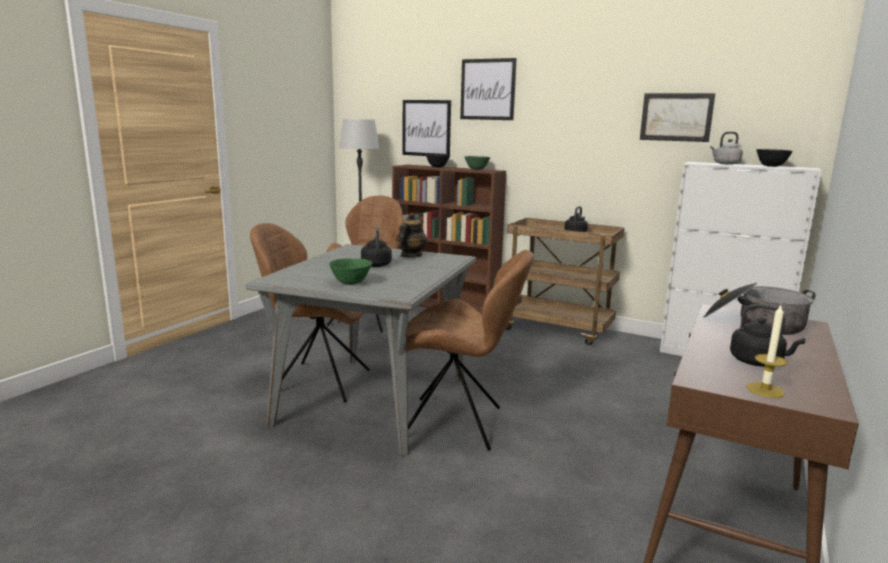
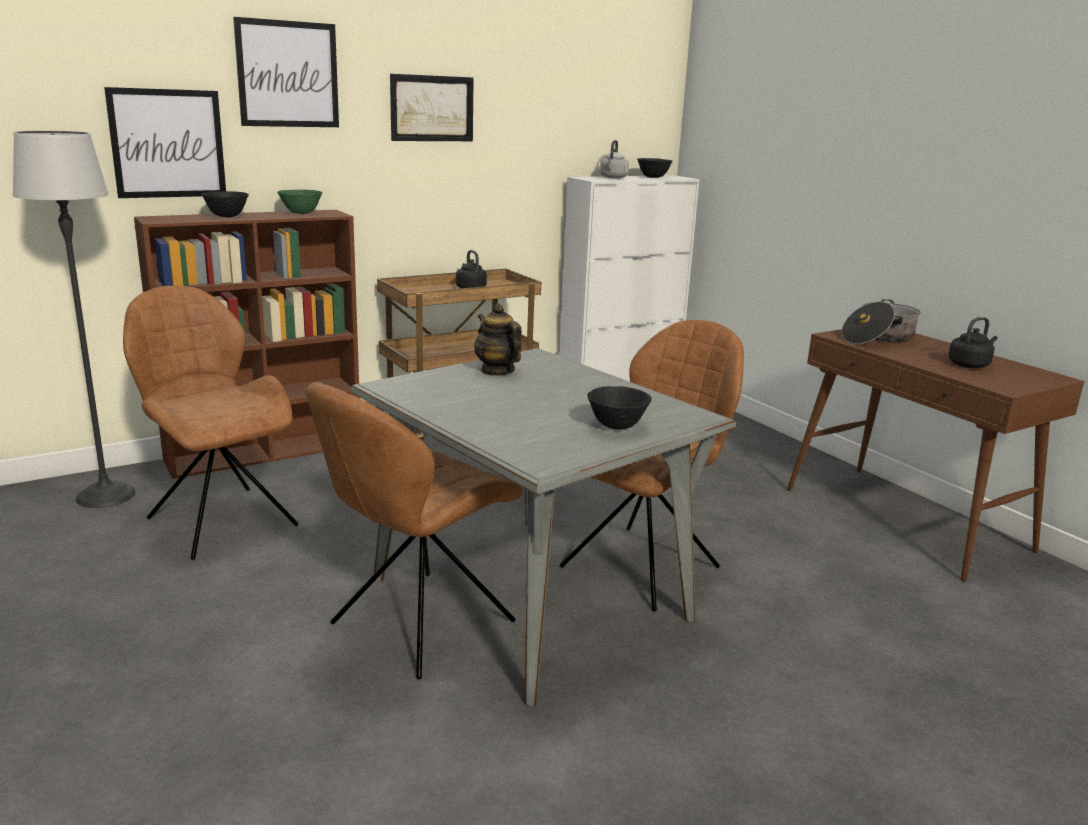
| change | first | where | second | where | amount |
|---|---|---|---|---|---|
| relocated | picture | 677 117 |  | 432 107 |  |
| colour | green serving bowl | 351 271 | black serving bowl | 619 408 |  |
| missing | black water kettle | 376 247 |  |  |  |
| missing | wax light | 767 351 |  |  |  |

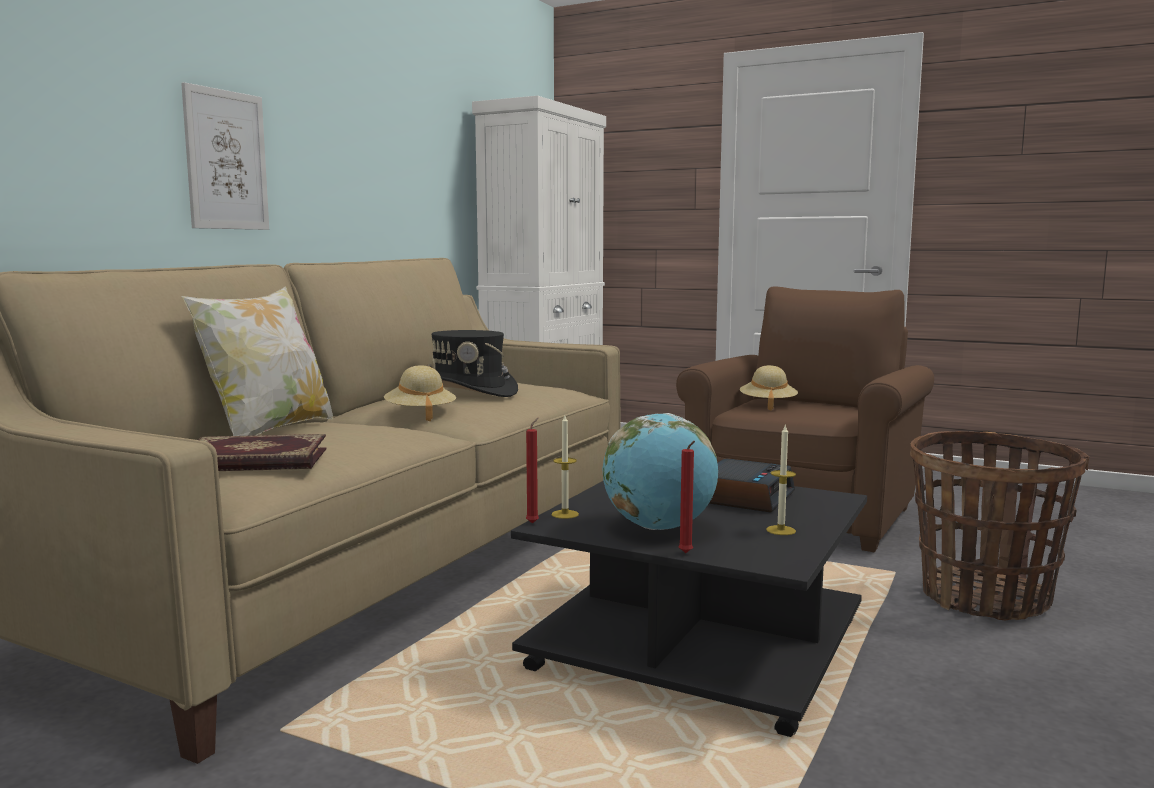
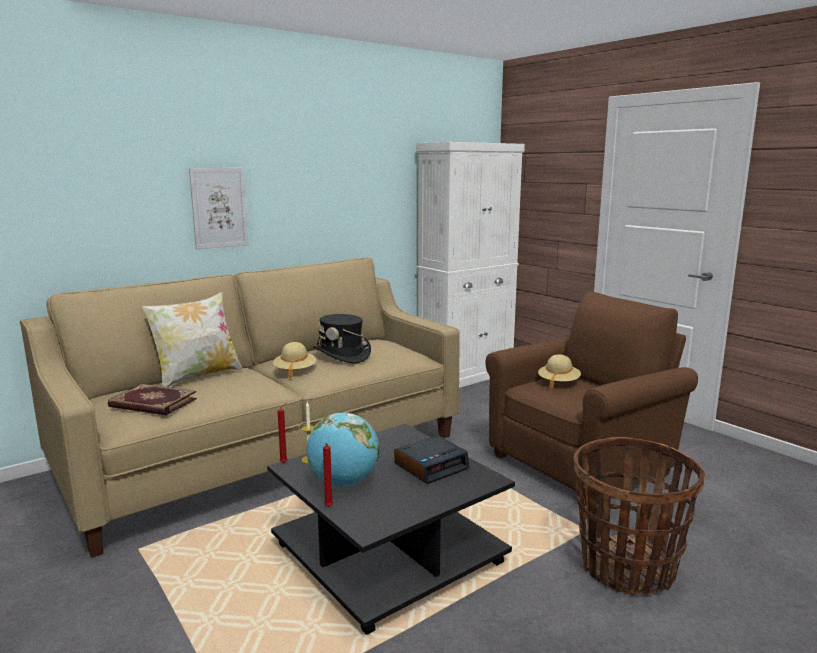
| change | first | where | second | where | amount |
|---|---|---|---|---|---|
| missing | wax light | 781 480 |  |  |  |

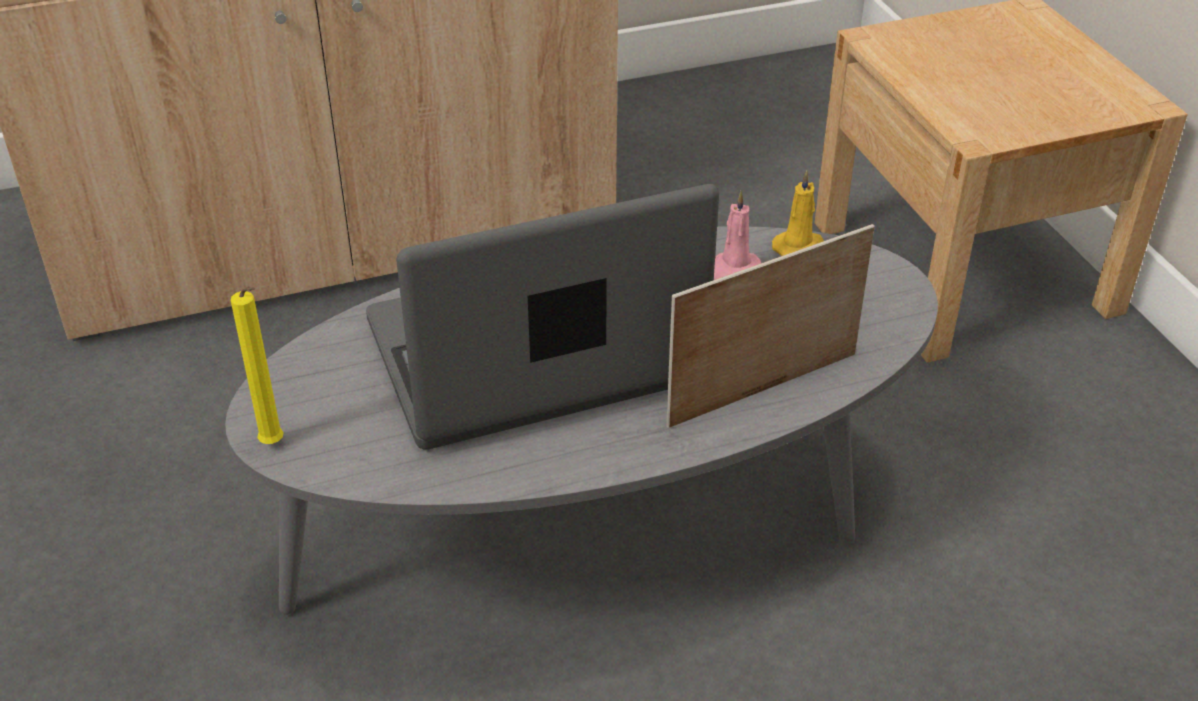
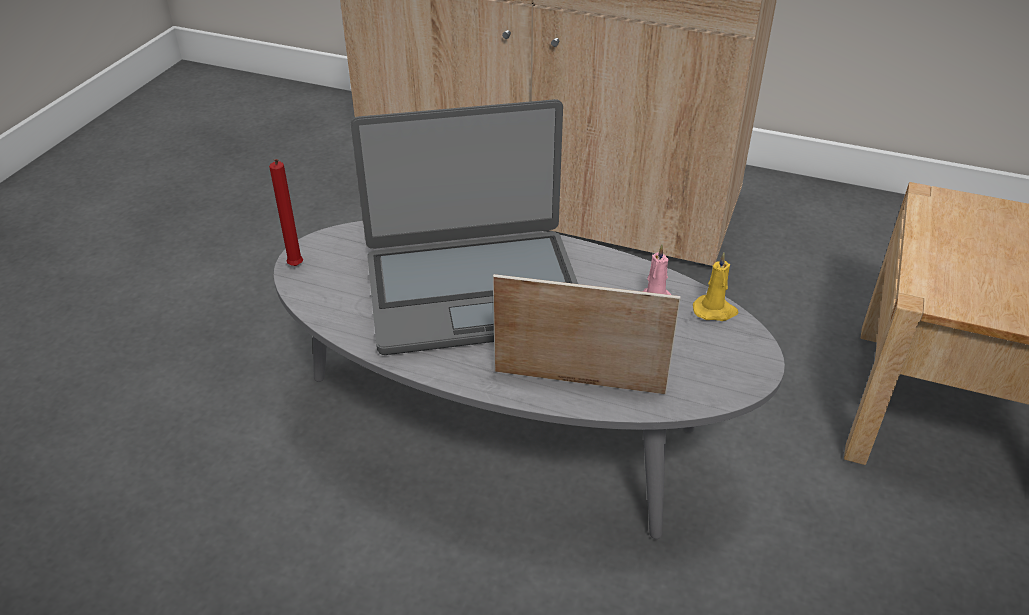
| change | first | where | second | where | amount |
|---|---|---|---|---|---|
| colour | yellow-coloured wax light | 257 365 | red-coloured wax light | 286 212 |  |
| spun | laptop | 542 317 |  | 464 227 | 150 degrees clockwise |

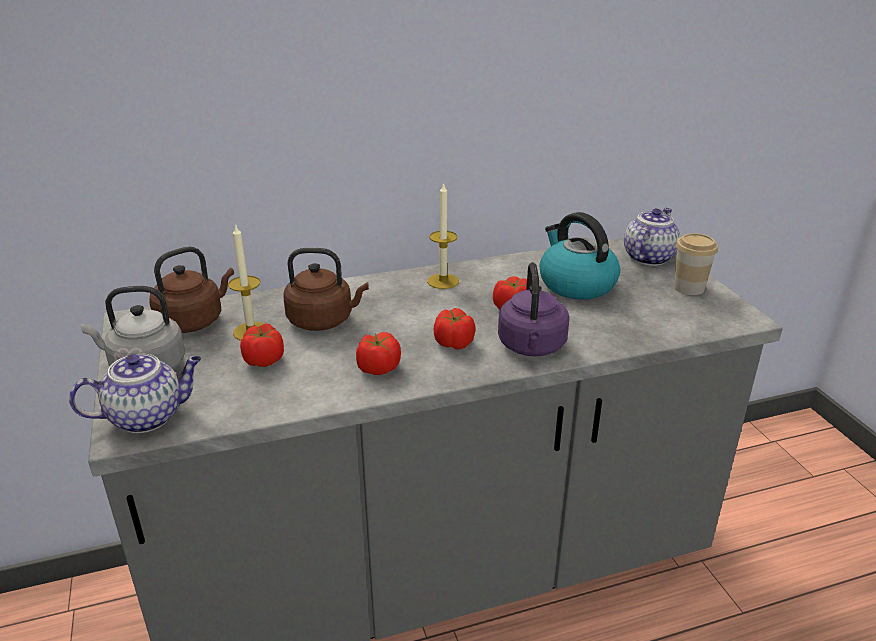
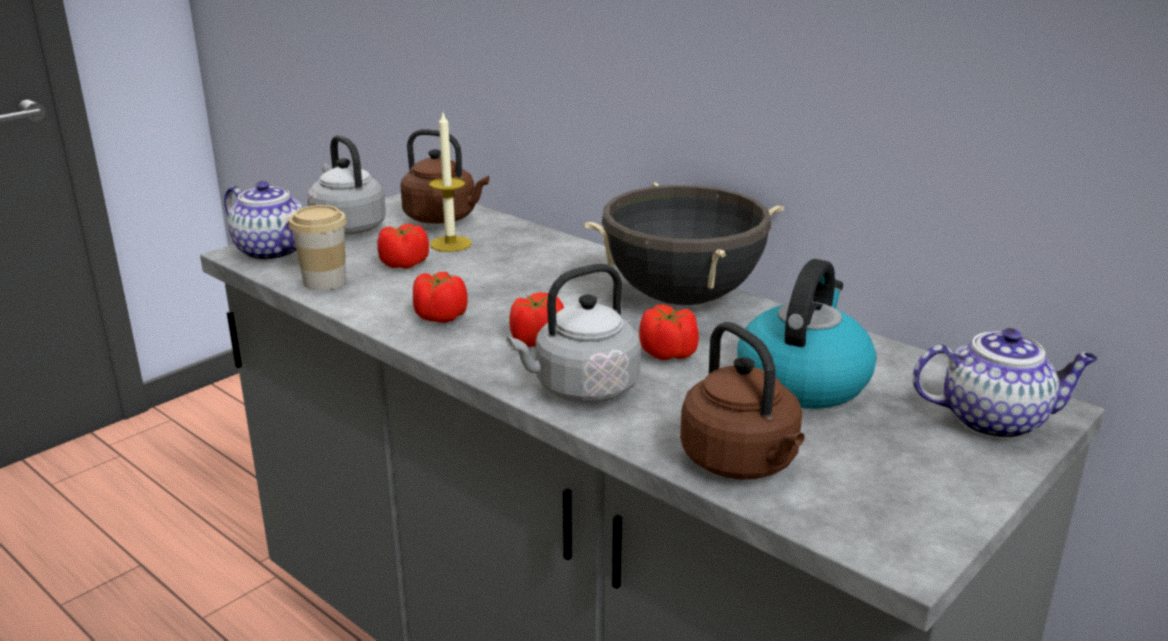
| change | first | where | second | where | amount |
|---|---|---|---|---|---|
| relocated | cup | 696 264 |  | 318 247 |  |
| colour | purplish water kettle | 533 309 | gray water kettle | 573 333 |  |
| exchanged | wax light | 443 235 | black stockpot | 684 243 |  |
| relocated | brownish water kettle | 326 289 |  | 742 401 |  |

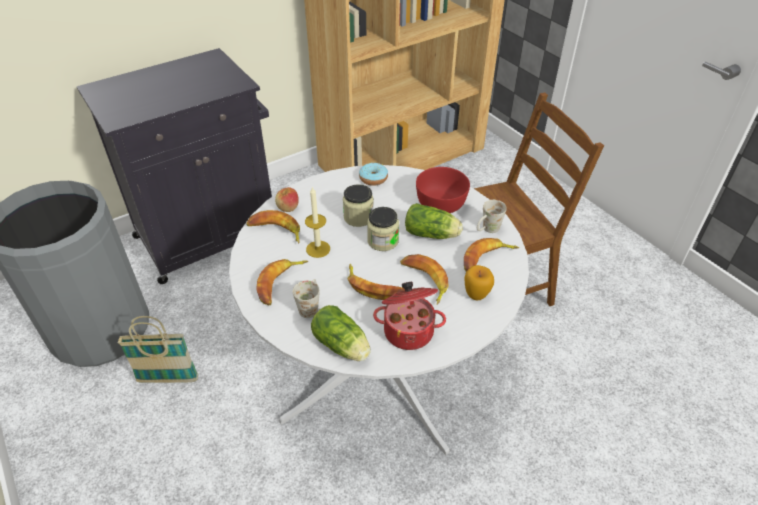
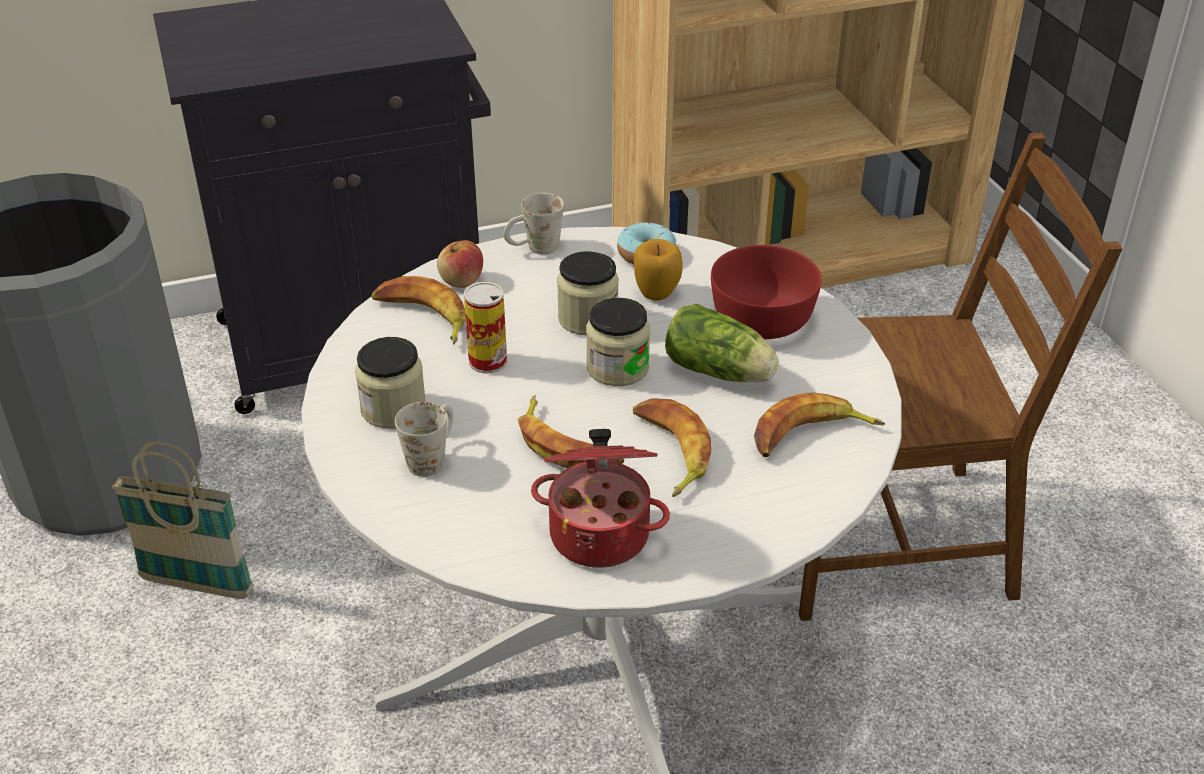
| change | first | where | second | where | amount |
|---|---|---|---|---|---|
| exchanged | banana fruit | 282 282 | storage jar | 390 383 |  |
| exchanged | wax light | 317 222 | metal can | 485 328 |  |
| relocated | white coffee mug | 492 216 |  | 534 224 |  |
| relocated | apple | 479 283 |  | 658 270 |  |
| missing | lettuce head | 341 333 |  |  |  |

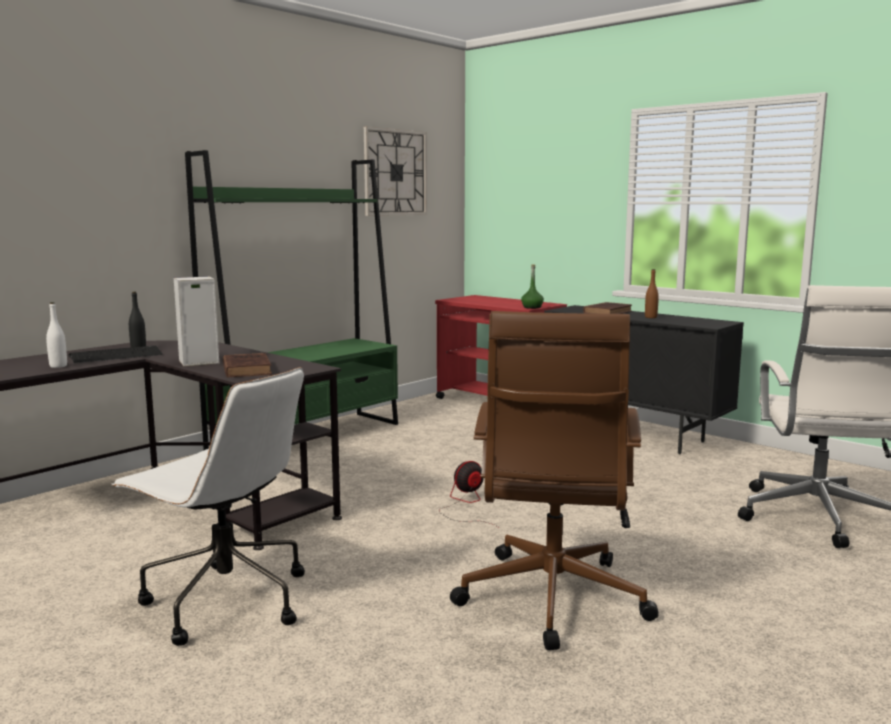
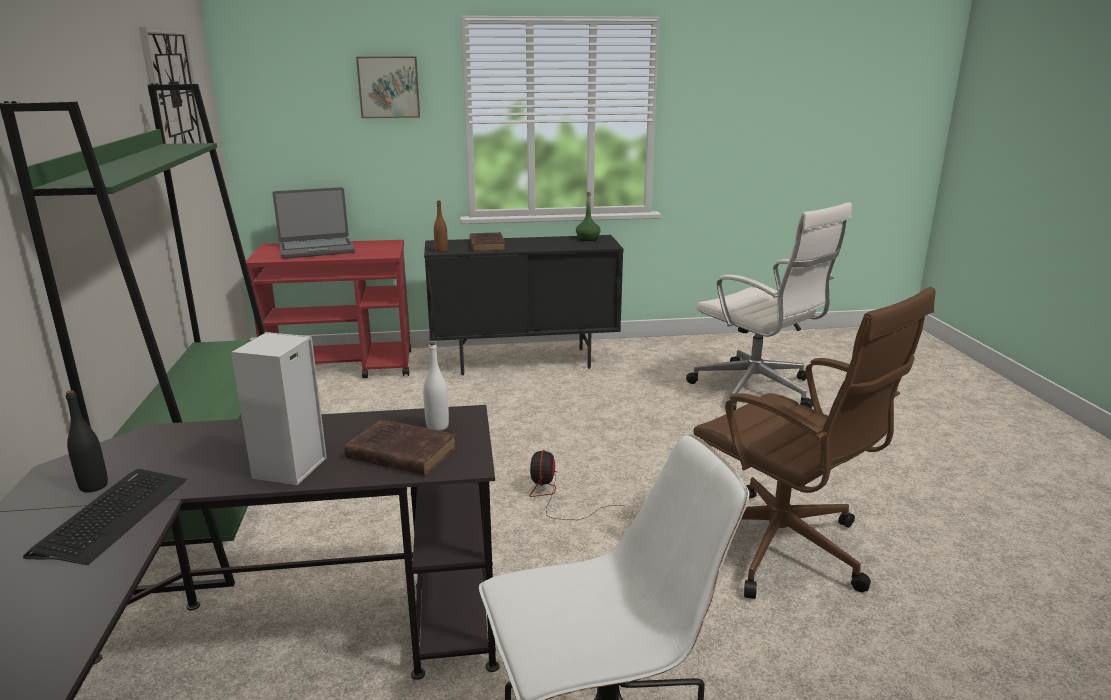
| change | first | where | second | where | amount |
|---|---|---|---|---|---|
| appeared |  |  | laptop | 314 223 |  |
| appeared |  |  | picture | 388 87 |  |
| relocated | white beverage bottle | 56 335 |  | 436 386 |  |
| relocated | brownish beverage bottle | 652 293 |  | 441 226 |  |
| relocated | green beverage bottle | 532 286 |  | 588 216 |  |

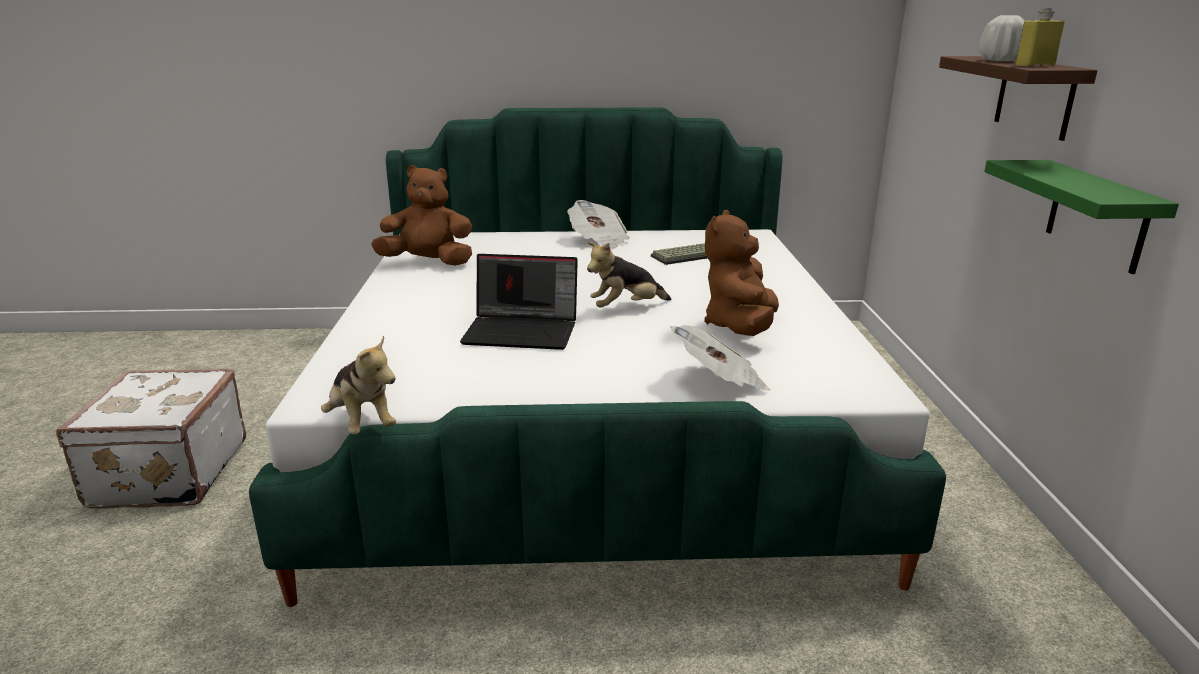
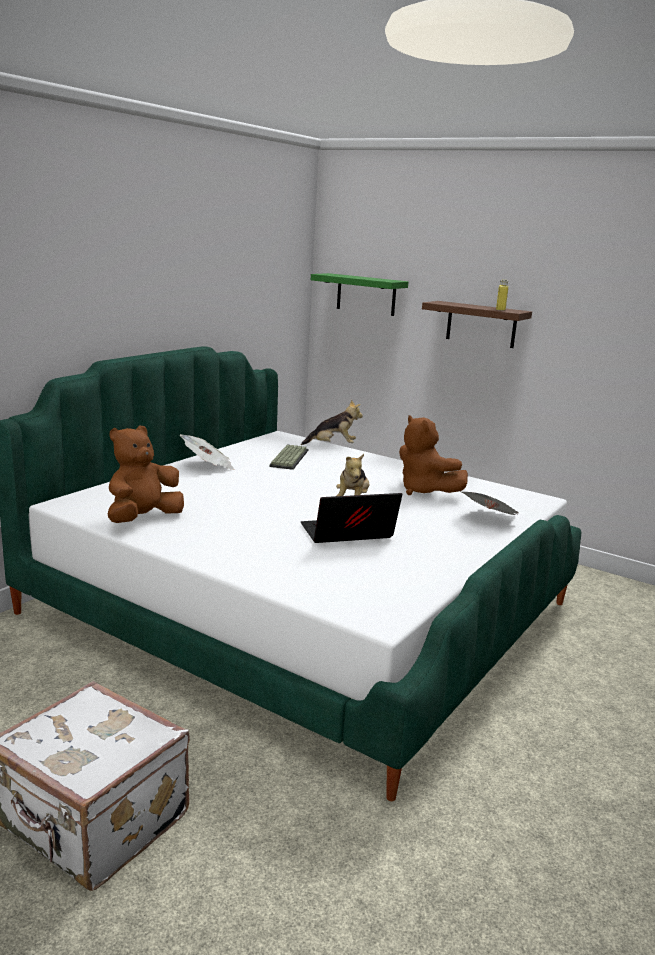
| change | first | where | second | where | amount |
|---|---|---|---|---|---|
| relocated | soft toy | 358 385 |  | 332 422 |  |
| spun | laptop | 519 302 |  | 351 518 | 150 degrees counterclockwise |
| relocated | green bracket shelf | 1081 217 |  | 359 294 |  |
| missing | white decorative vase | 1002 38 |  |  |  |

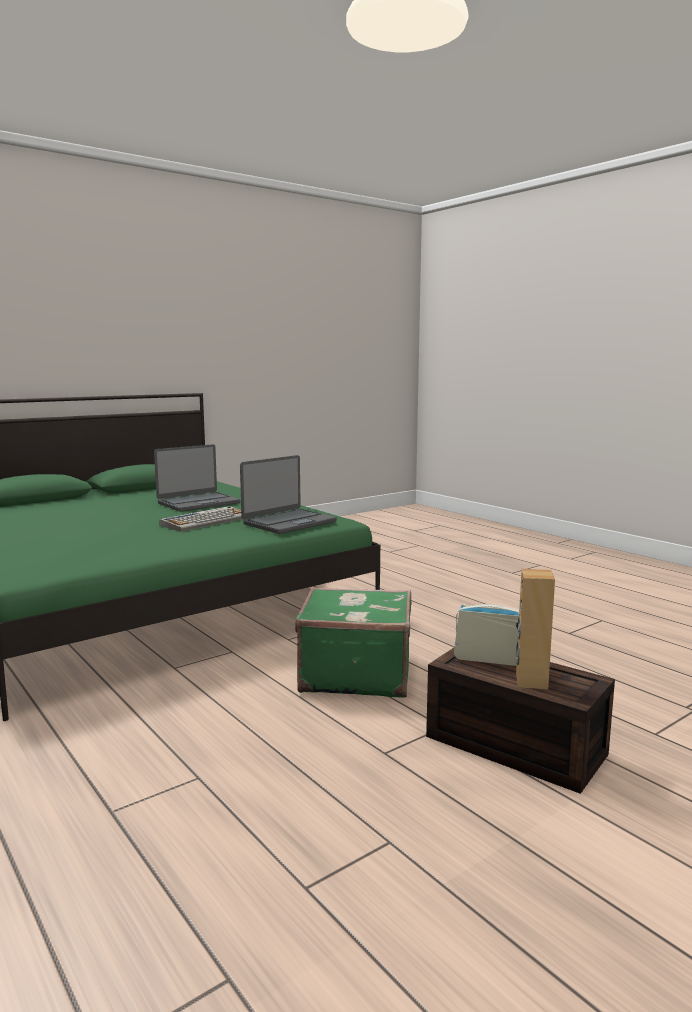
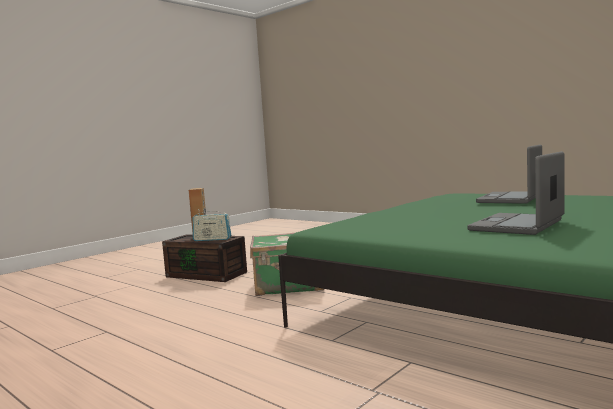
| change | first | where | second | where | amount |
|---|---|---|---|---|---|
| relocated | laptop | 288 494 |  | 509 174 |  |
| missing | keyboard | 201 519 |  |  |  |

